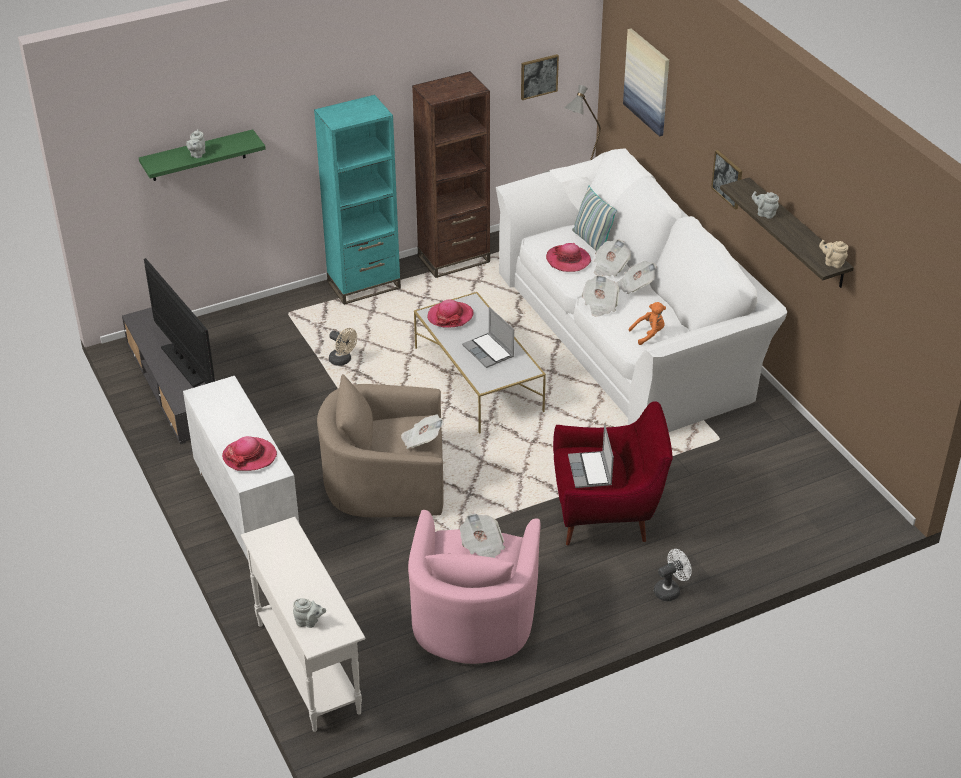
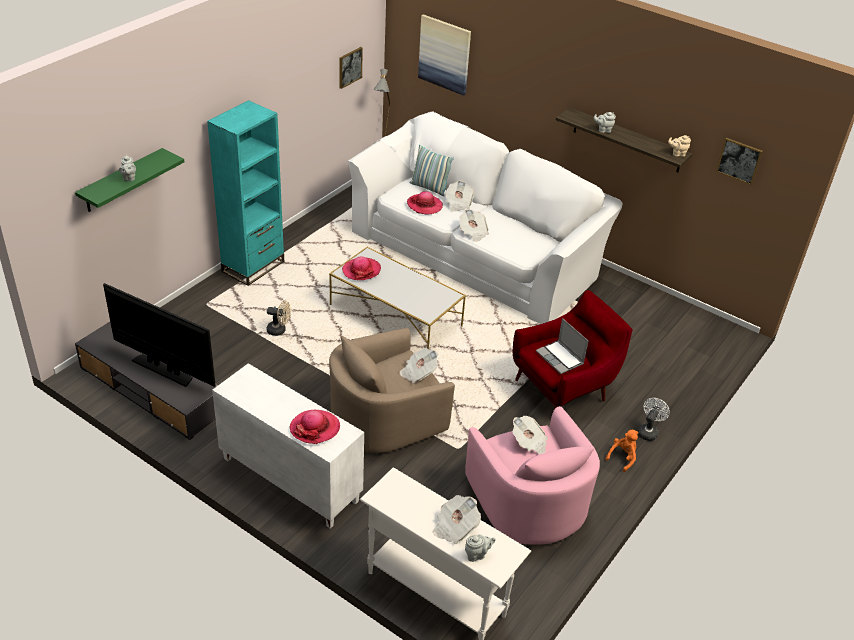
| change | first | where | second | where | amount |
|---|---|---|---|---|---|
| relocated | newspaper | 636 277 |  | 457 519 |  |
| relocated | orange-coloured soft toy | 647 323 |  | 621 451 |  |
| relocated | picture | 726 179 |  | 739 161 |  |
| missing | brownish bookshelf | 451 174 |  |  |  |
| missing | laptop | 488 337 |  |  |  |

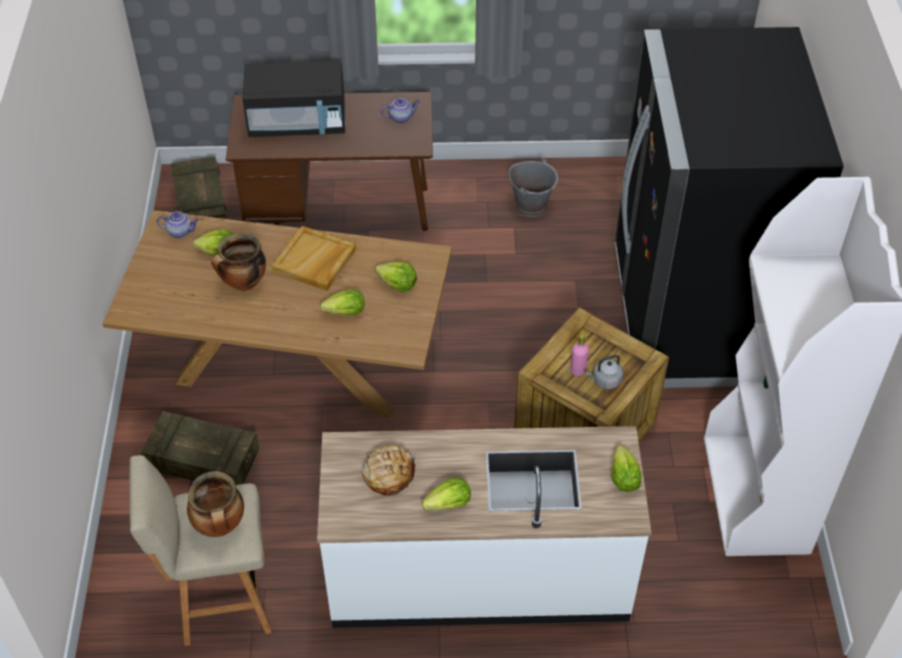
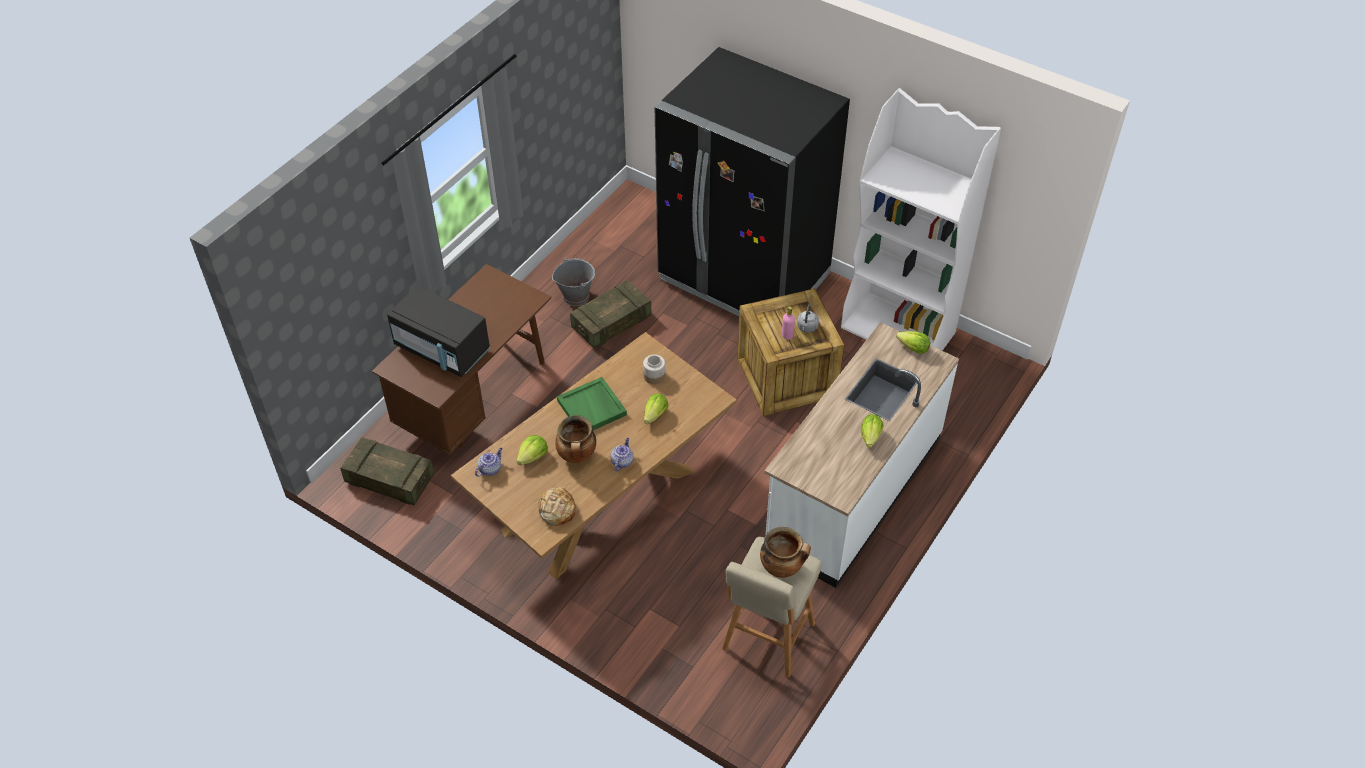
| change | first | where | second | where | amount |
|---|---|---|---|---|---|
| spun | black microwave oven | 293 99 |  | 438 331 | 90 degrees clockwise |
| relocated | bakery bread | 389 470 |  | 557 506 |  |
| colour | beige serving tray | 314 258 | green serving tray | 592 403 |  |
| relocated | packing crate | 200 448 |  | 610 314 |  |
| relocated | tea pot | 400 110 |  | 622 454 |  |
| exchanged | lettuce head | 396 277 | storage jar | 654 369 |  |

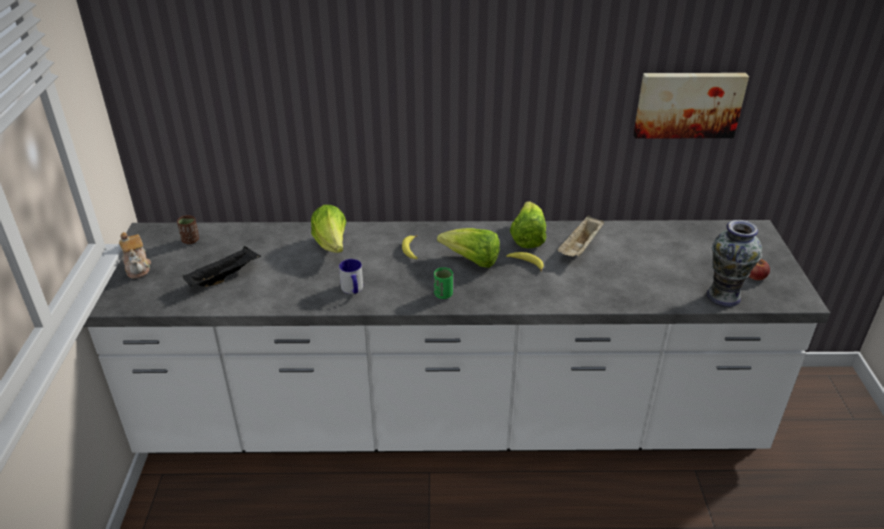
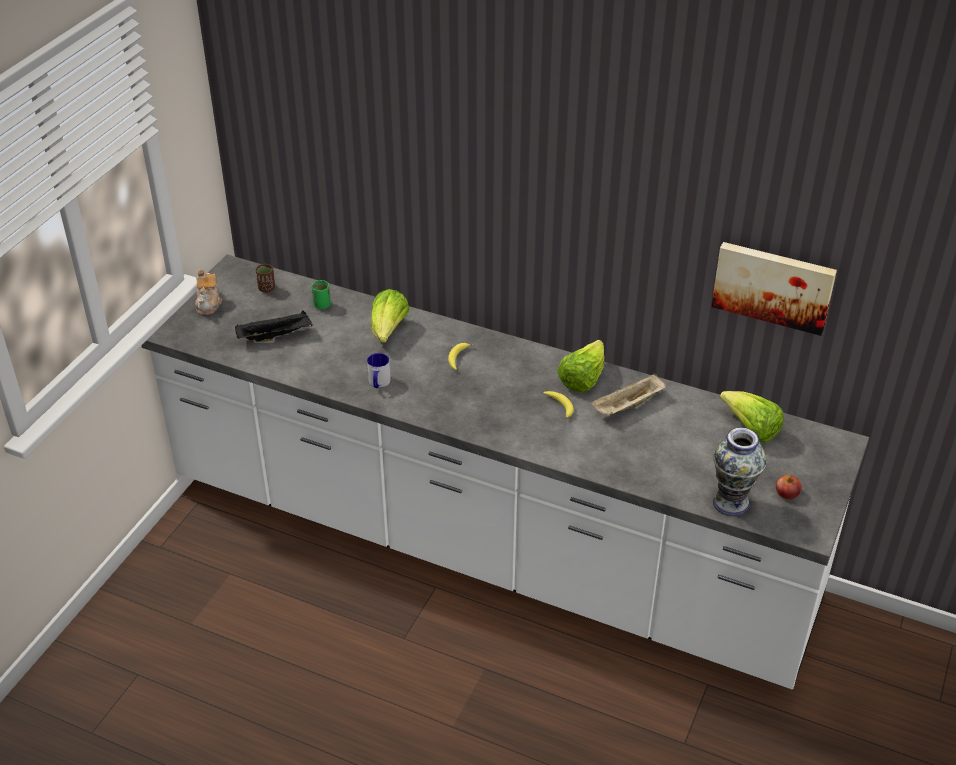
| change | first | where | second | where | amount |
|---|---|---|---|---|---|
| relocated | green cup | 443 283 |  | 321 294 |  |
| relocated | lettuce head | 468 248 |  | 752 417 |  |

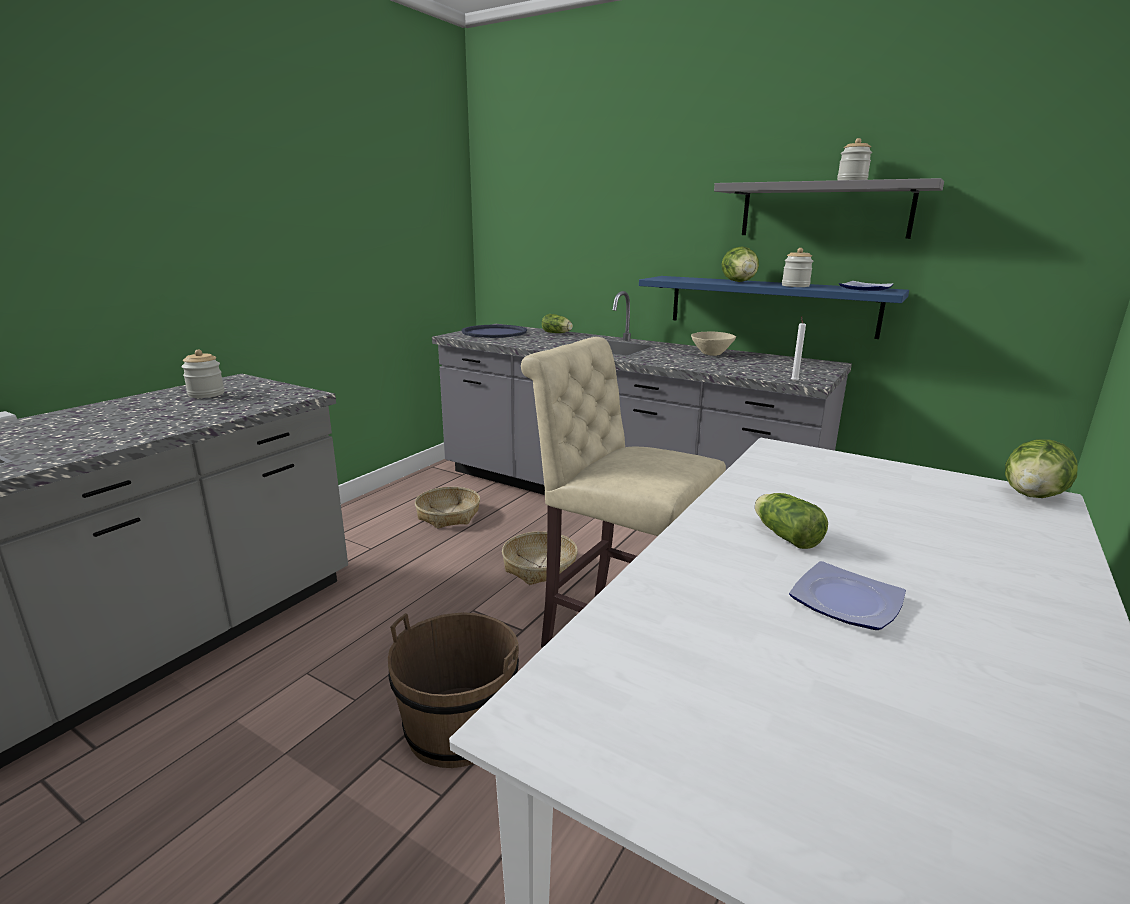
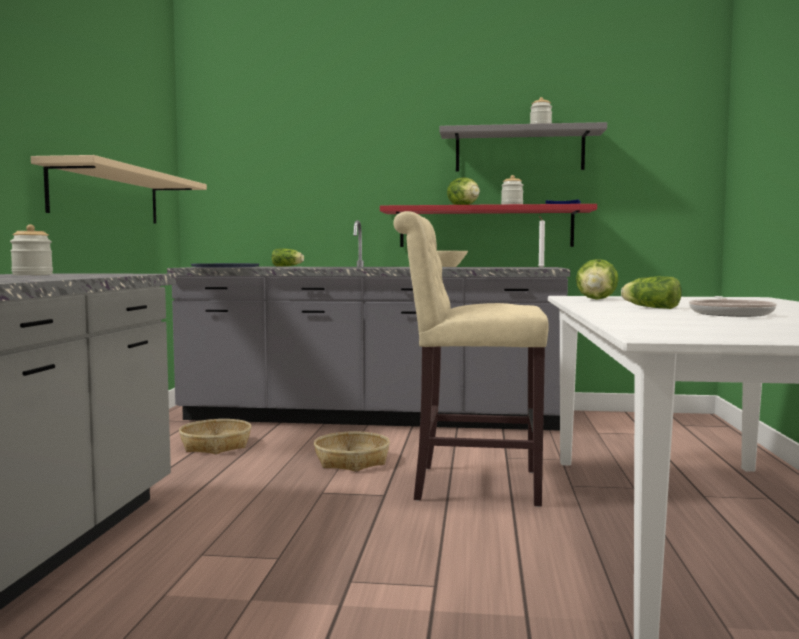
| change | first | where | second | where | amount |
|---|---|---|---|---|---|
| appeared |  |  | beige bracket shelf | 119 189 |  |
| colour | bluish bracket shelf | 774 307 | red-coloured bracket shelf | 488 225 |  |
| relocated | lettuce head | 1041 468 |  | 597 279 |  |
| exchanged | dinner plate | 847 595 | skillet | 733 306 |  |
| missing | brownish bucket | 453 690 |  |  |  |

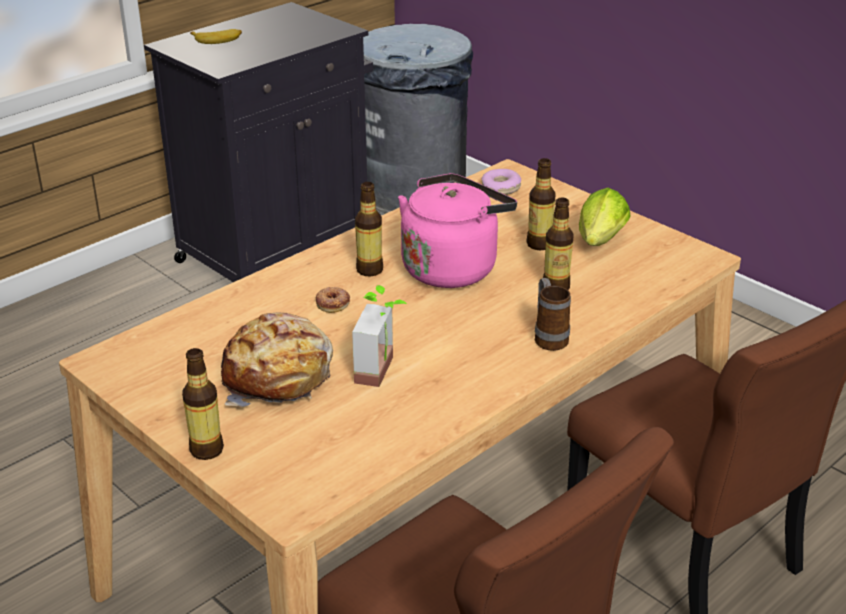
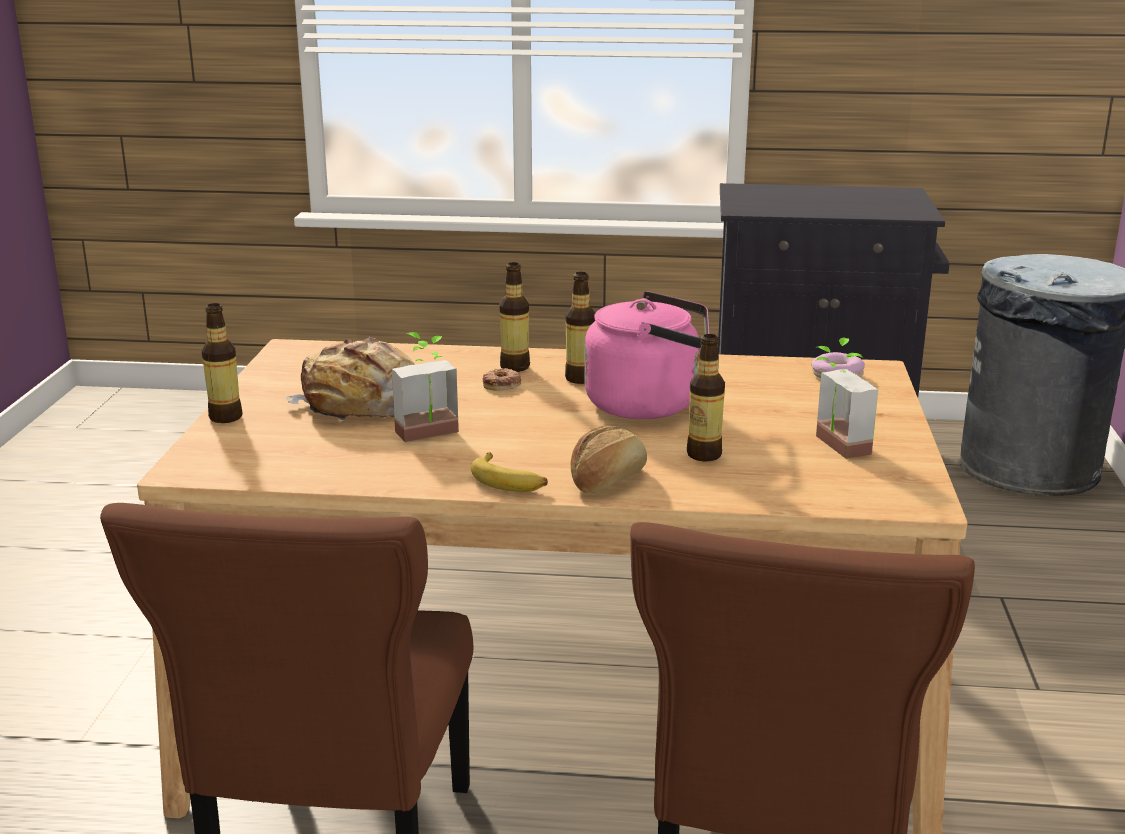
| change | first | where | second | where | amount |
|---|---|---|---|---|---|
| relocated | banana fruit | 216 36 |  | 509 472 |  |
| relocated | beverage bottle | 541 204 |  | 514 317 |  |
| exchanged | coffee mug | 553 314 | bakery bread | 609 459 |  |
| exchanged | lettuce head | 605 217 | plant in a pot | 847 398 |  |

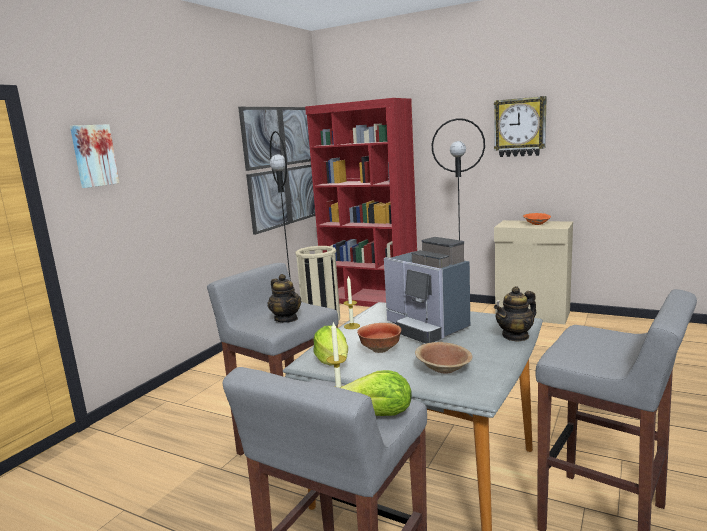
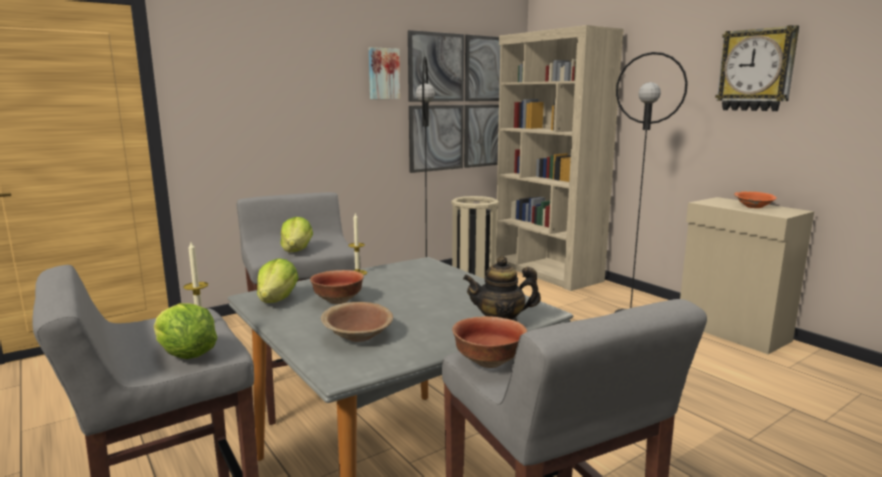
| change | first | where | second | where | amount |
|---|---|---|---|---|---|
| exchanged | tea pot | 284 298 | lettuce head | 296 234 |  |
| relocated | picture | 95 156 |  | 384 73 |  |
| appeared |  |  | serving bowl | 489 342 |  |
| colour | red-coloured bookshelf | 361 202 | beige bookshelf | 560 158 |  |
| missing | coffee brewer | 427 290 |  |  |  |

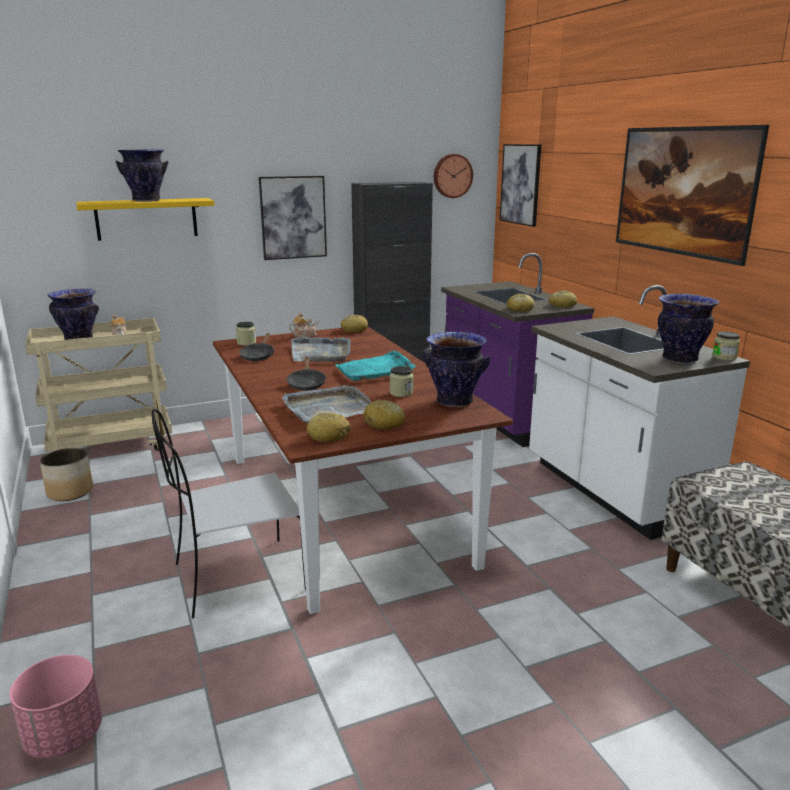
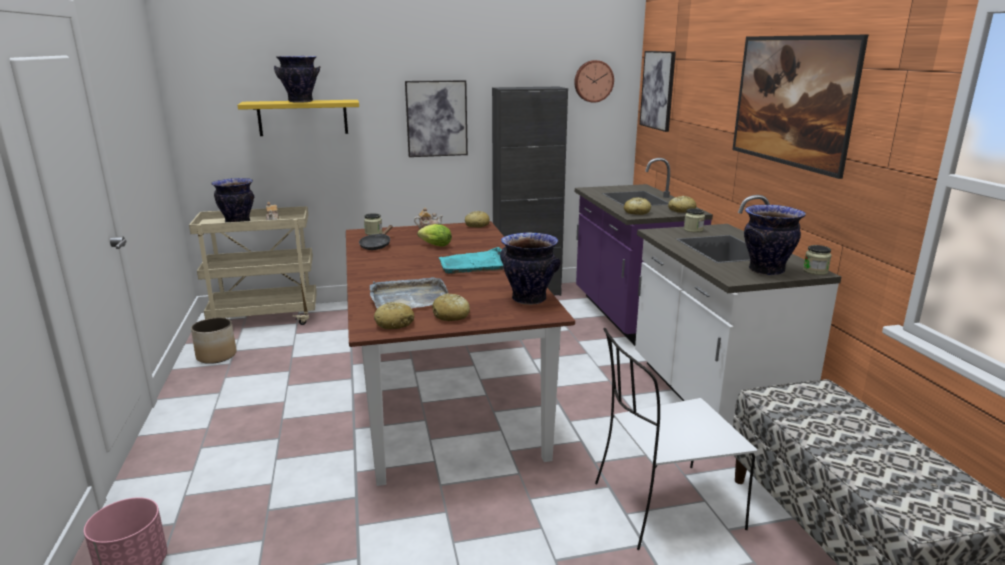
| change | first | where | second | where | amount |
|---|---|---|---|---|---|
| exchanged | gray serving tray | 321 349 | lettuce head | 434 235 |  |
| relocated | white chair | 229 514 |  | 676 439 |  |
| relocated | storage jar | 401 381 |  | 694 220 |  |
| missing | black skillet | 306 374 |  |  |  |

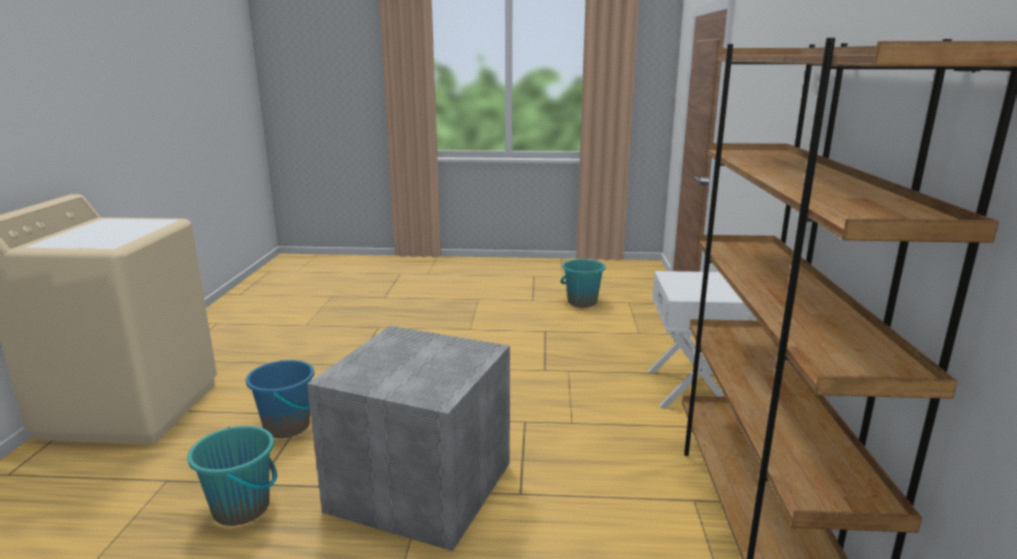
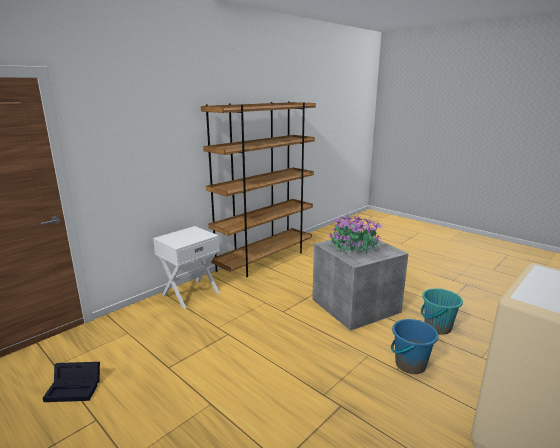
| change | first | where | second | where | amount |
|---|---|---|---|---|---|
| exchanged | turquoise-coloured bucket | 583 283 | black storage box | 71 382 |  |
| appeared |  |  | plant in a pot | 355 233 |  |

